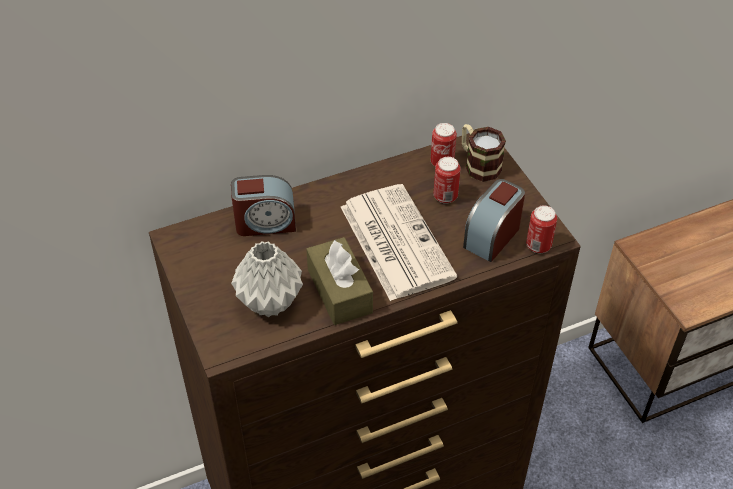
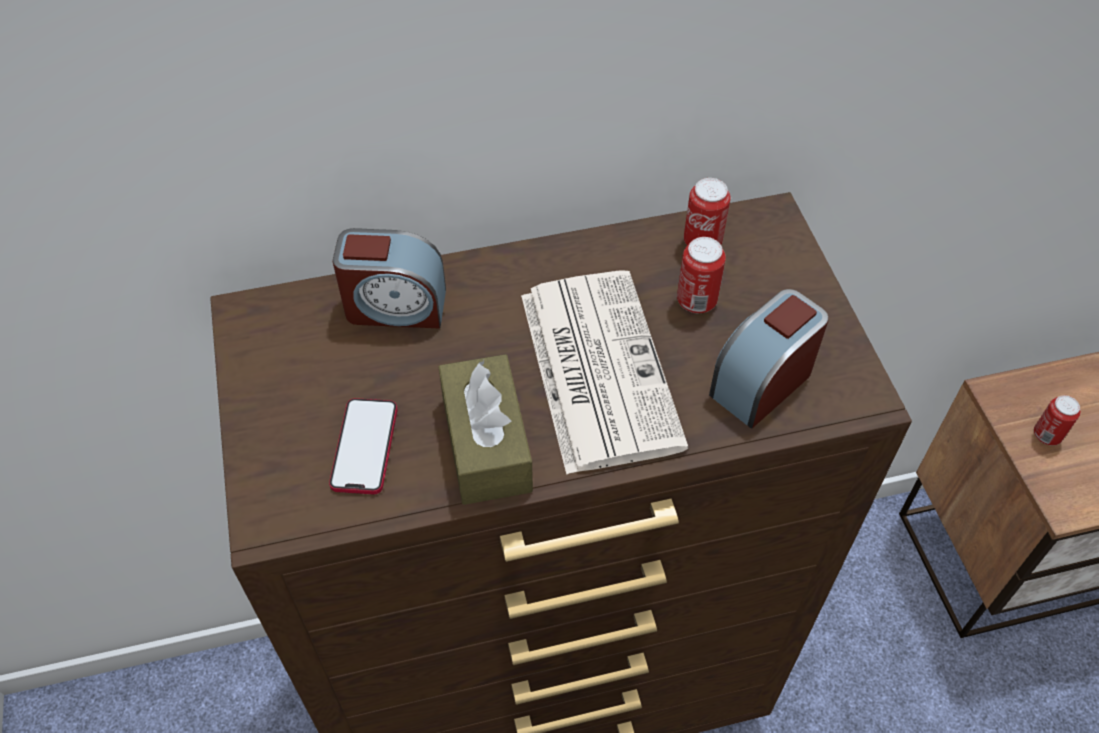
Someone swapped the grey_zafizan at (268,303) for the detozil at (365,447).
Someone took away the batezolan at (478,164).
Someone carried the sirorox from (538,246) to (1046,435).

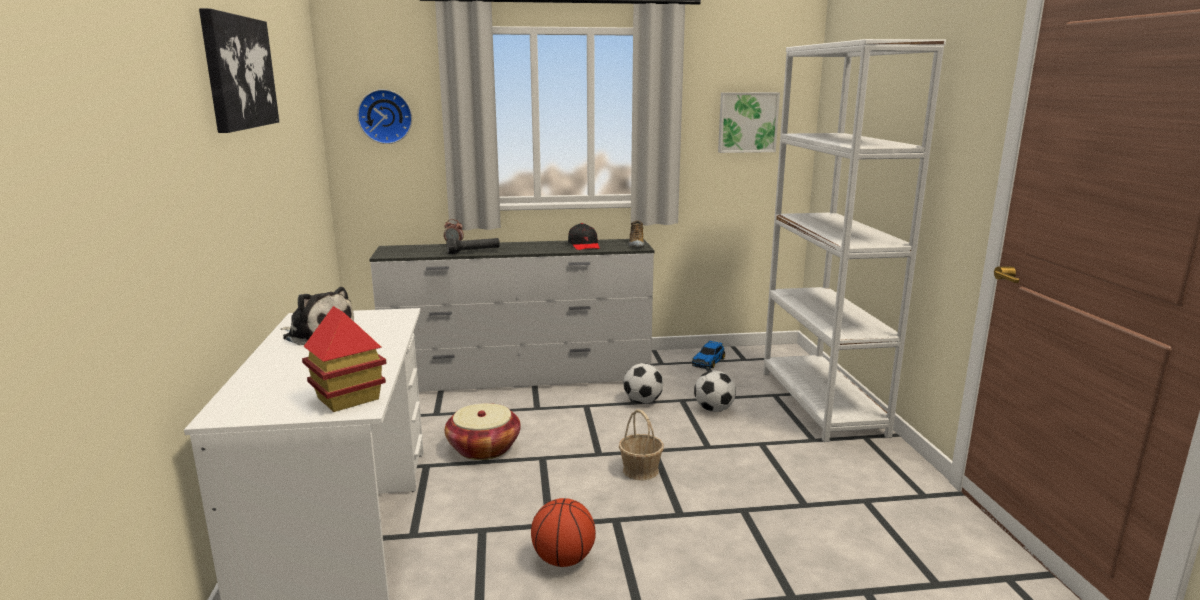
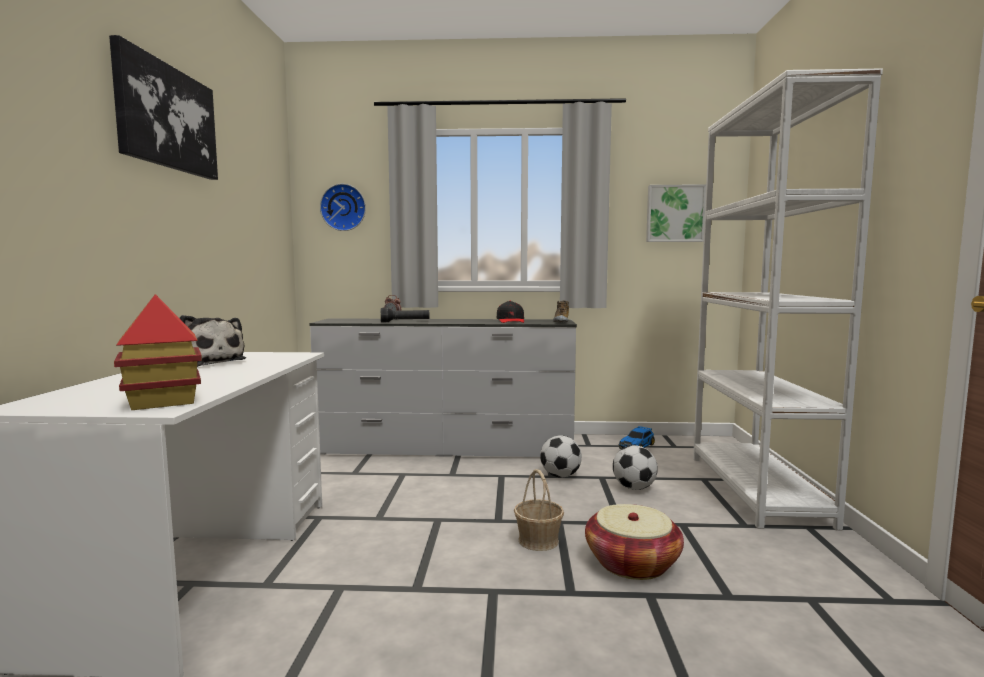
Someone carried the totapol from (484,448) to (632,563).
Someone took away the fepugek at (564,559).

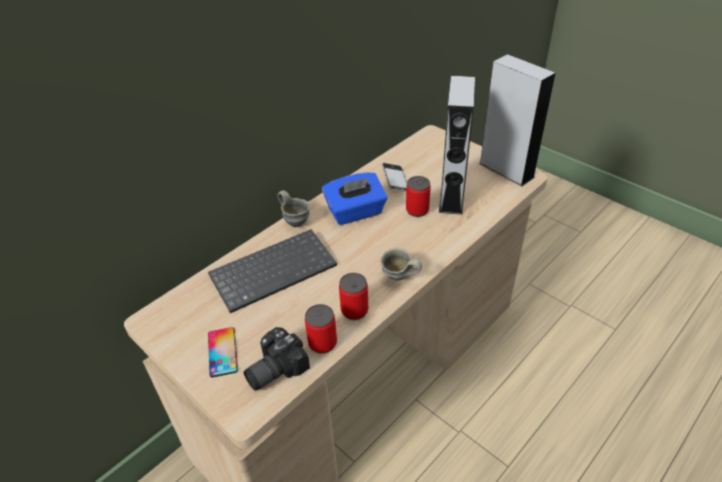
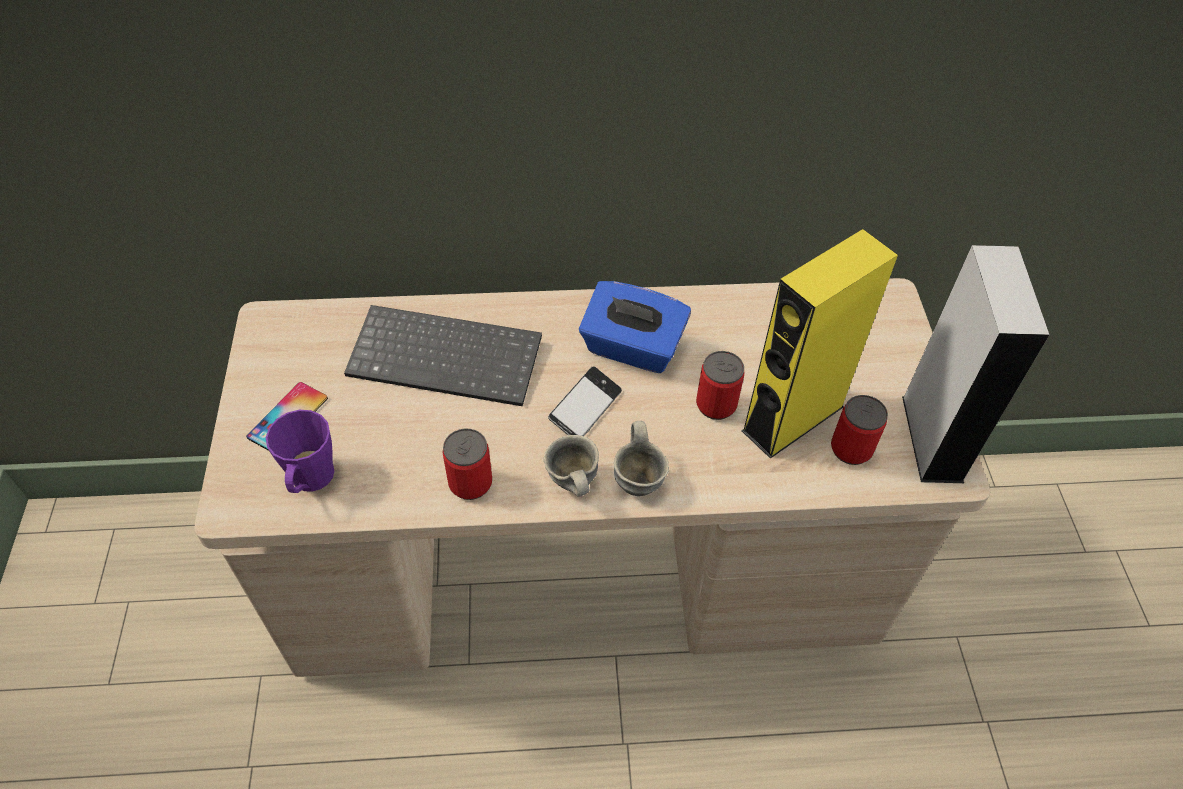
Someone swapped the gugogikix at (273,369) for the purple_batezolan at (310,481).
Someone carried the grey_batezolan from (296,221) to (640,480).
Someone carried the sirorox from (322,343) to (851,449).
Someone carried the detozil from (395,180) to (585,408).
Someone repainted the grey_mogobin at (451,195), which became the yellow_mogobin at (792,418).

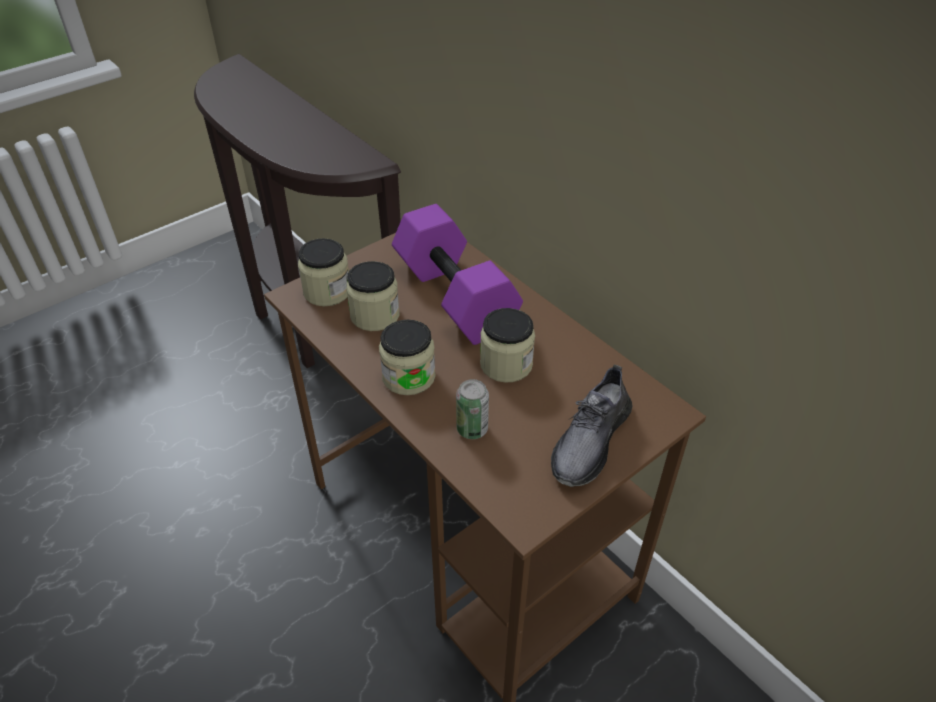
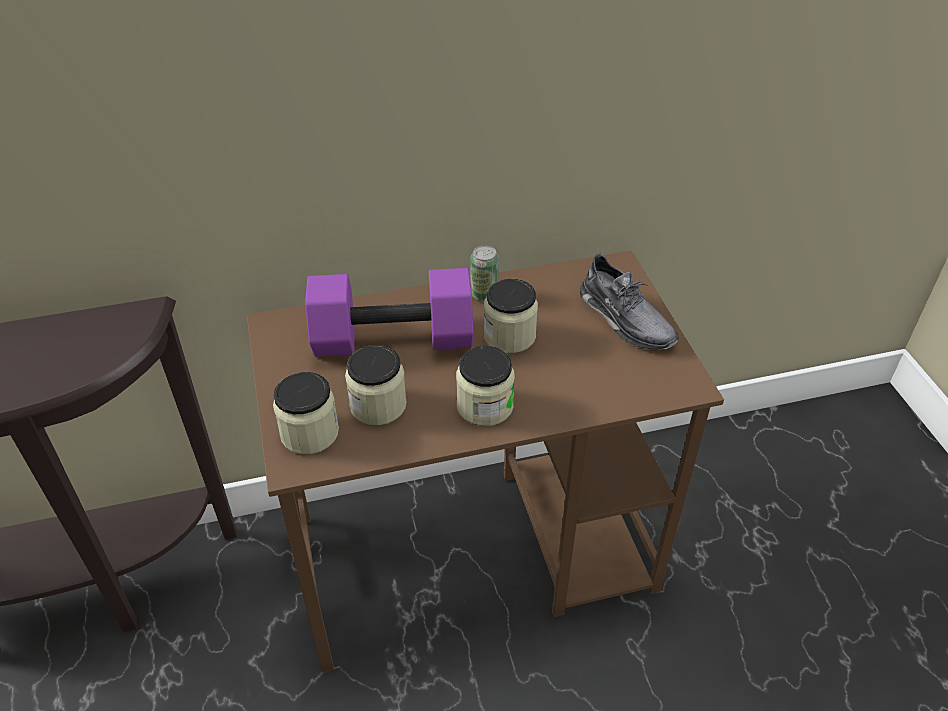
Someone carried the sirorox from (472,429) to (484,294).

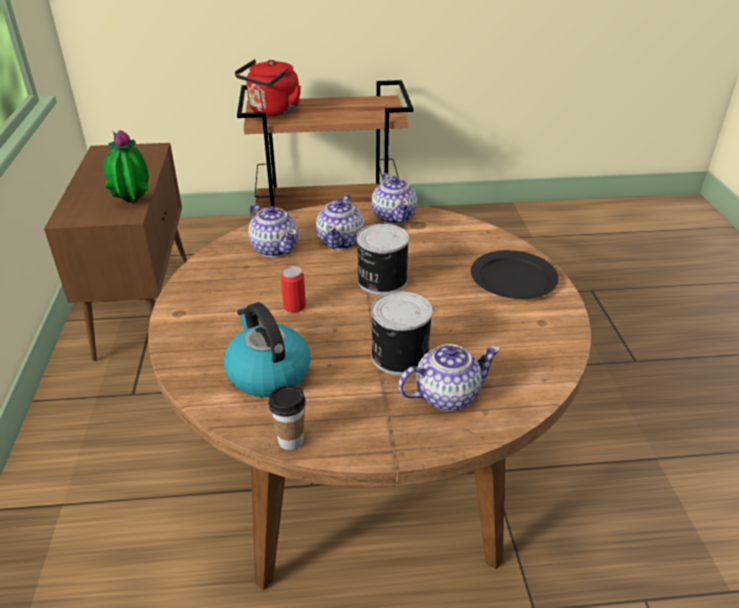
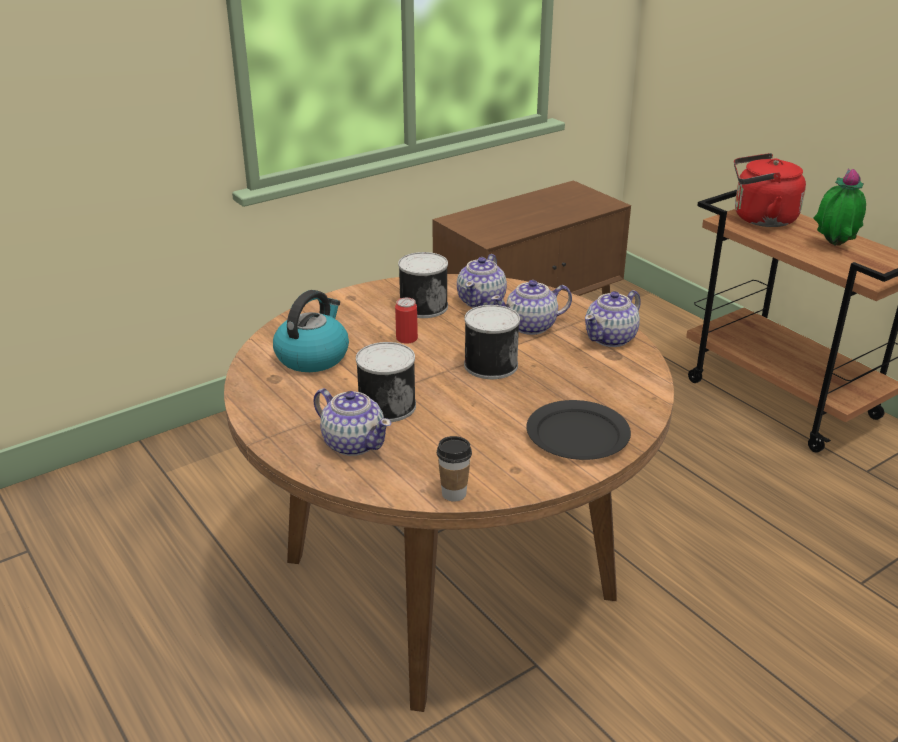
Someone carried the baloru from (133,204) to (833,247).
Someone carried the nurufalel from (290,440) to (454,494).
Someone put down the sirorox at (423,306).

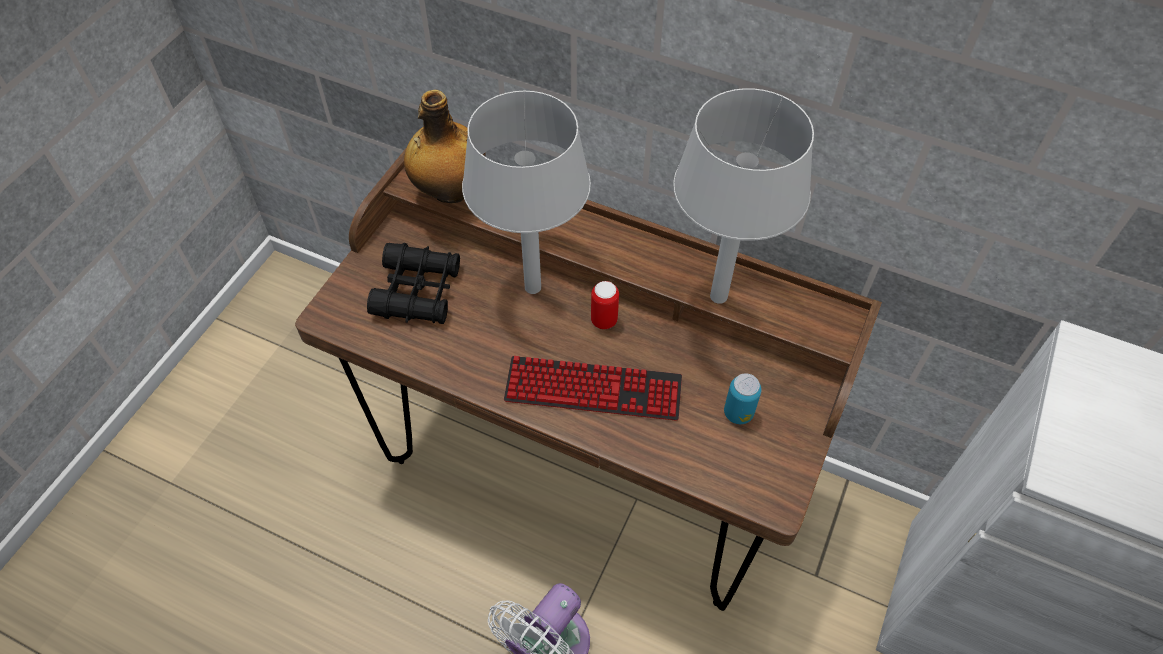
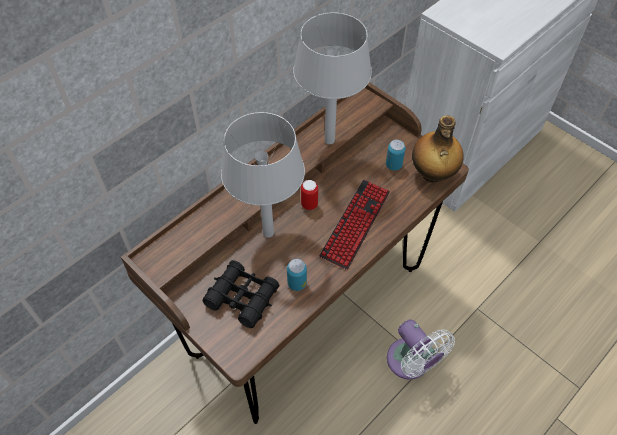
Someone carried the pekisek from (449,191) to (432,174).
Someone put down the sirorox at (297,283).

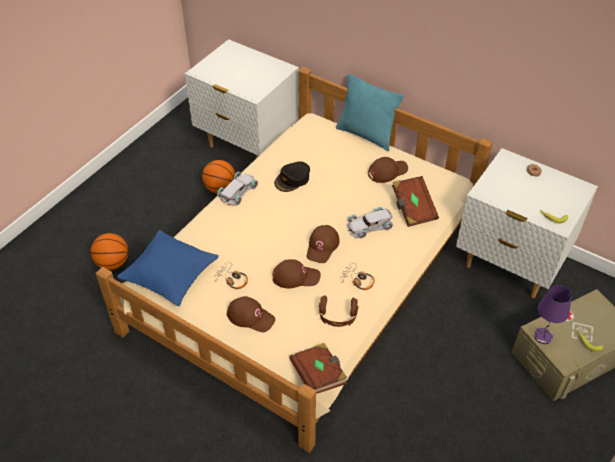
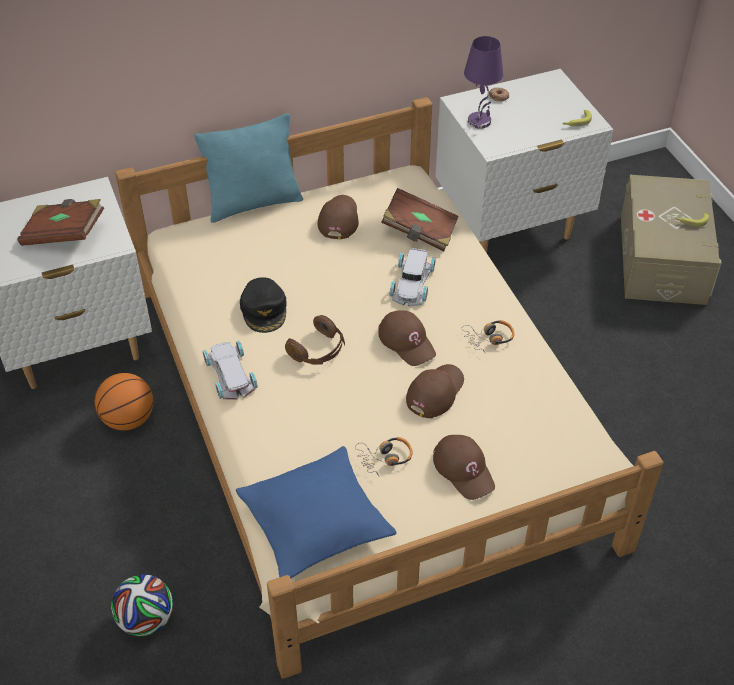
Someone swapped the fepugek at (113,263) for the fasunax at (146,620).
Someone rotated the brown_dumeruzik at (251,316) by 90 degrees clockwise.
Someone carried the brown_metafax from (319,375) to (64,234).
Someone carried the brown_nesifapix from (337,316) to (318,350).
Someone carried the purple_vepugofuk from (543,337) to (480,121).

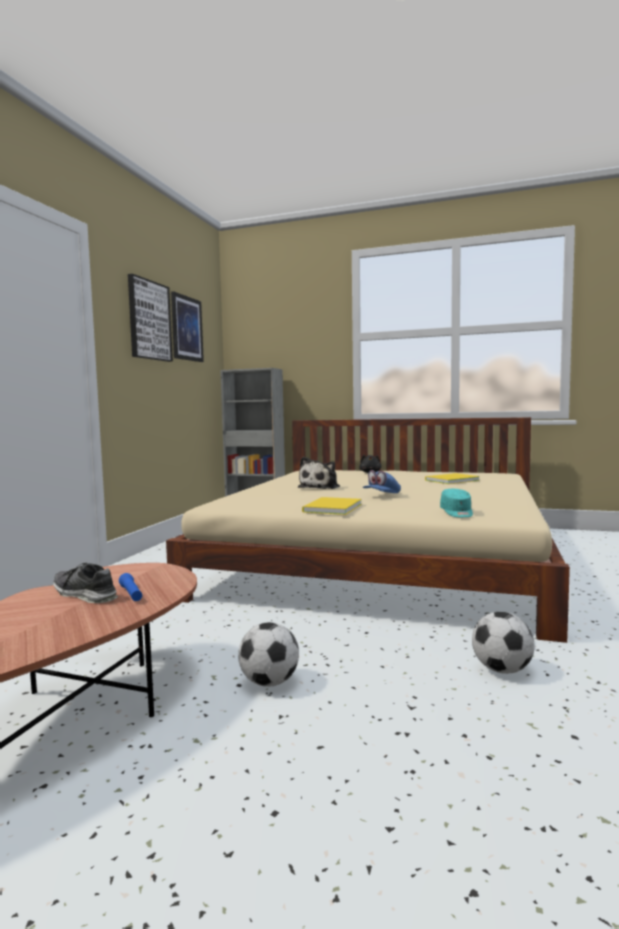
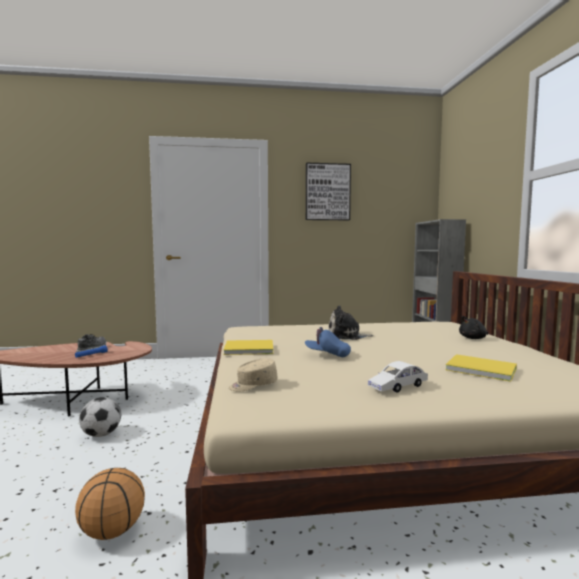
Someone took away the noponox at (186,328).
Someone repainted the turquoise_dumeruzik at (457,513), which became the beige_dumeruzik at (253,385).
Someone swapped the fasunax at (502,670) for the fepugek at (113,530).
Someone put down the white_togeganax at (398,387).

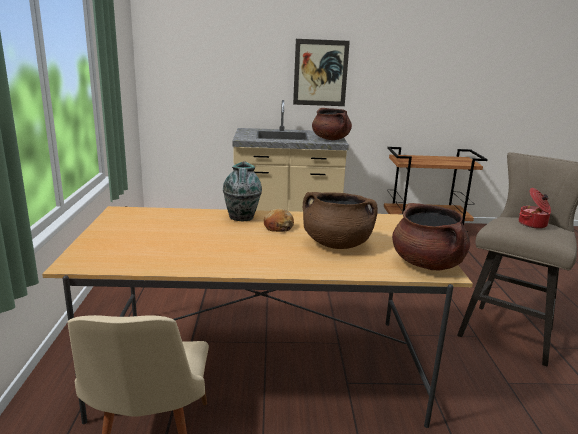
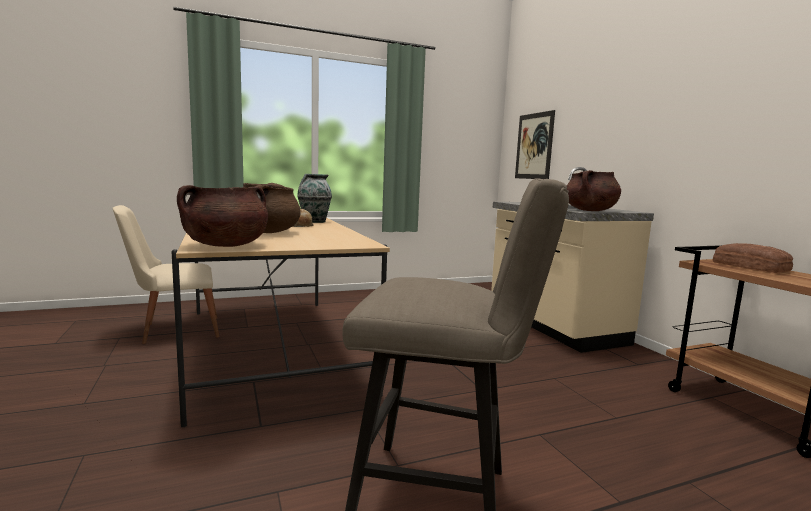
Someone carried the noponox from (320,73) to (534,146).
Someone took away the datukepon at (533,224).
Someone put down the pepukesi at (750,266).

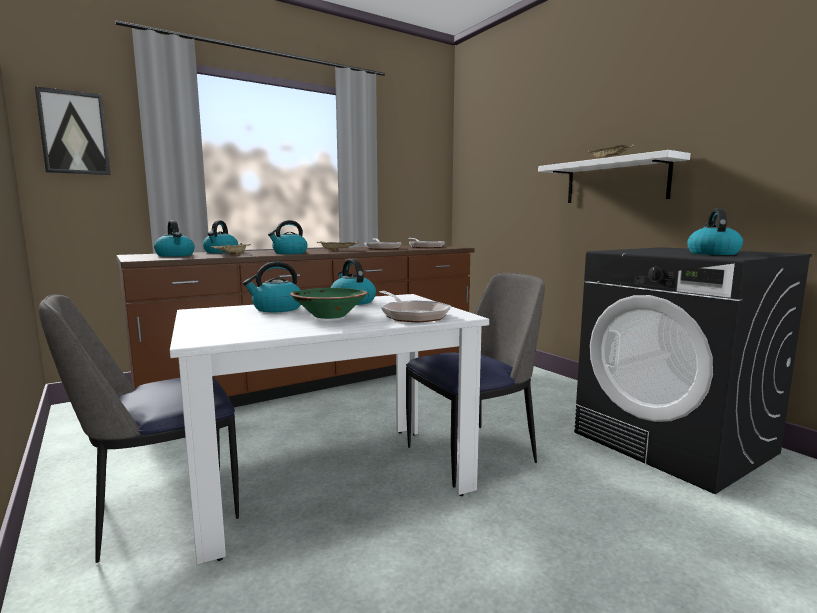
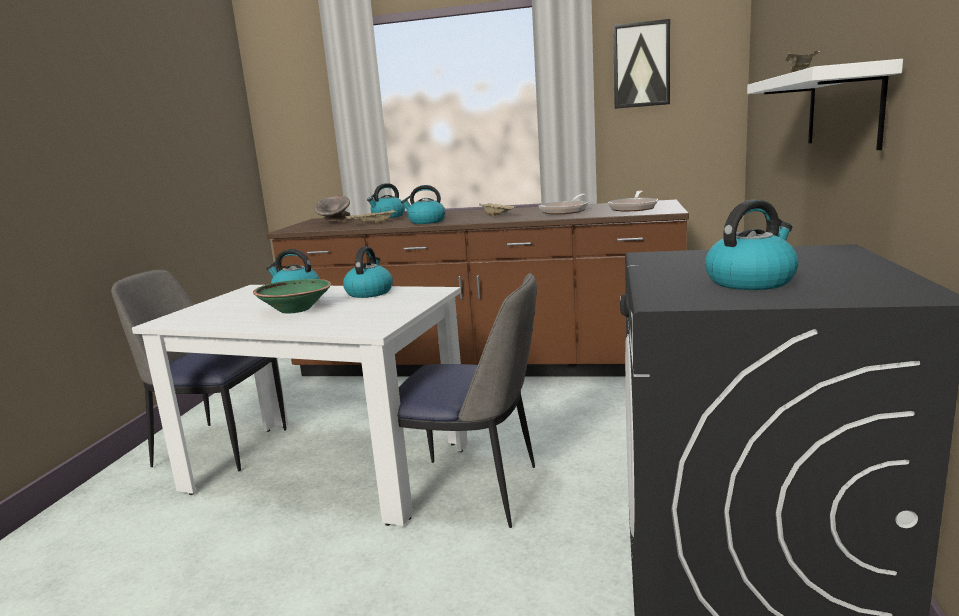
Someone carried the noponox from (74,133) to (641,65).
Someone swapped the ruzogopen at (175,255) for the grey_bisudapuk at (335,222).
Someone took away the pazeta at (412,315).

